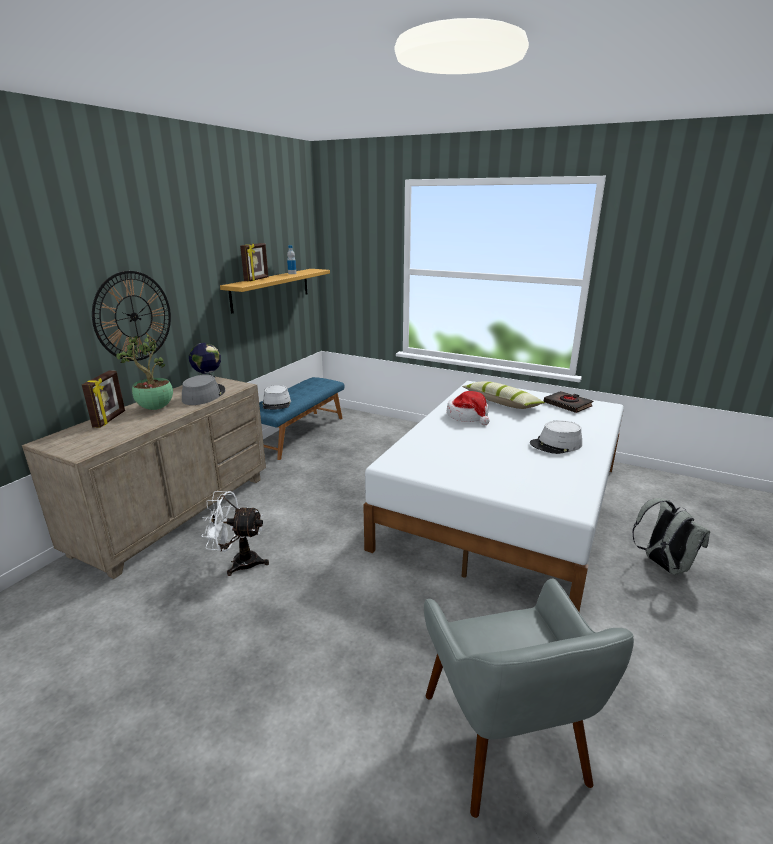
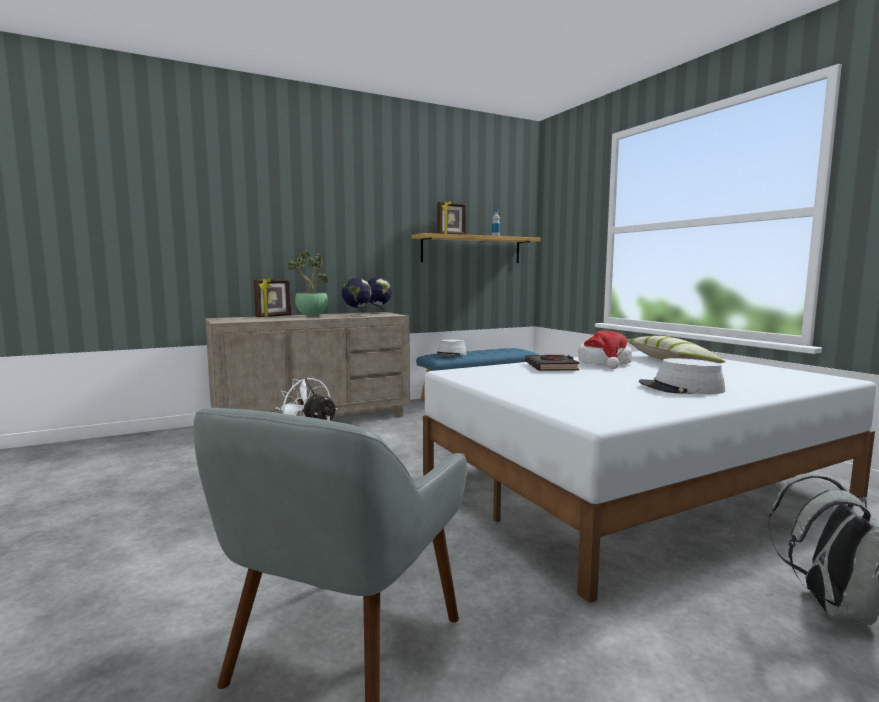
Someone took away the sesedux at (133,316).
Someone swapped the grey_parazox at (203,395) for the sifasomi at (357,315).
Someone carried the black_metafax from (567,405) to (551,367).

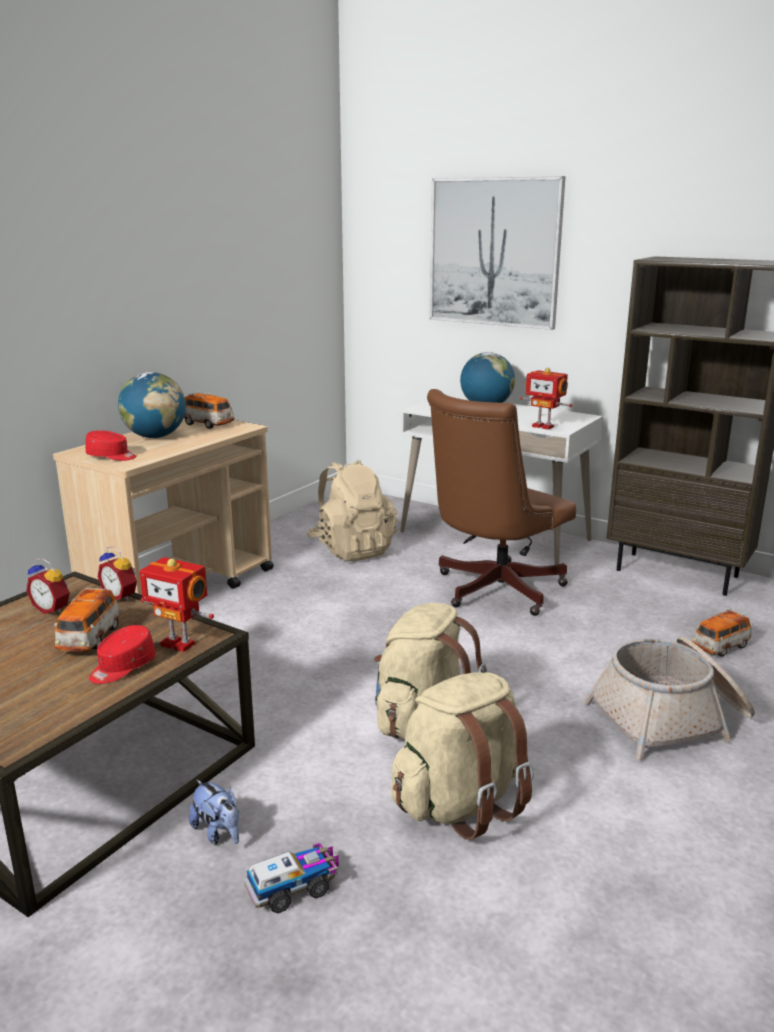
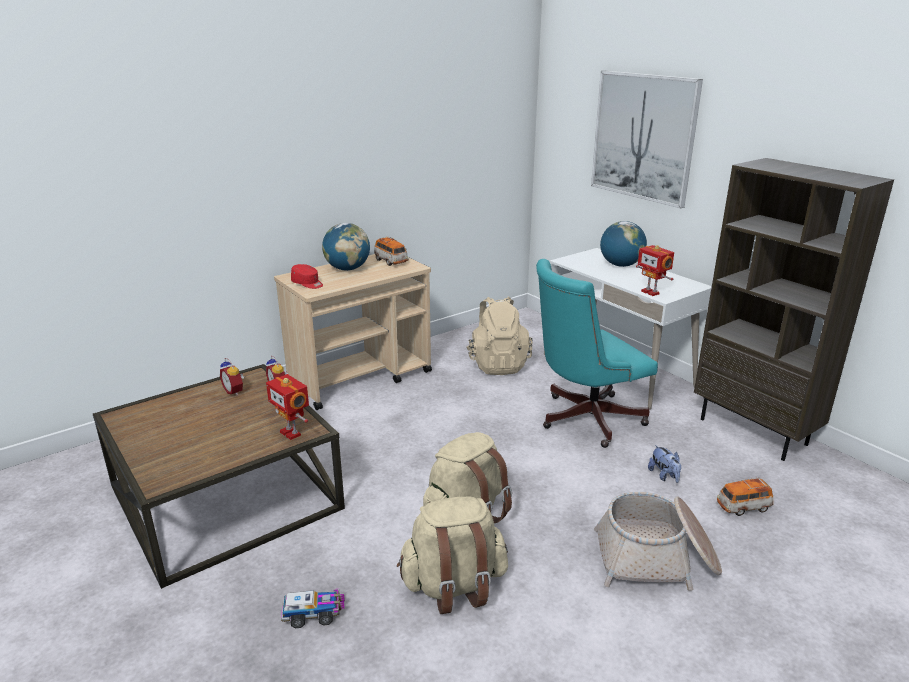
Someone took away the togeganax at (90,639).
Someone took away the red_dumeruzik at (122,667).
Someone carried the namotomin from (218,833) to (664,476).
Someone repainted the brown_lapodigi at (492,590), which became the turquoise_lapodigi at (584,419).

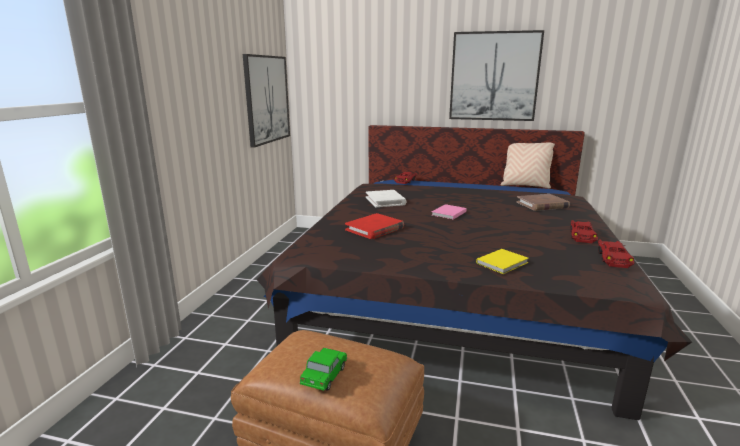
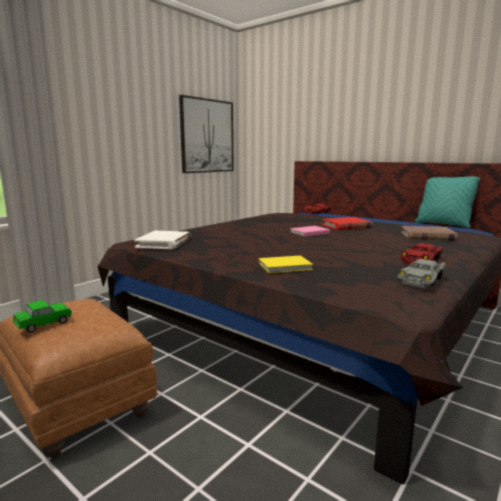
Someone carried the red_metafax from (374,229) to (346,226).
Someone carried the white_metafax from (385,201) to (164,243).
Someone took away the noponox at (494,76).
Someone repainted the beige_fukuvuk at (525,186), which became the turquoise_fukuvuk at (443,225).
Someone repainted the red_togeganax at (612,258), which became the grey_togeganax at (423,280).

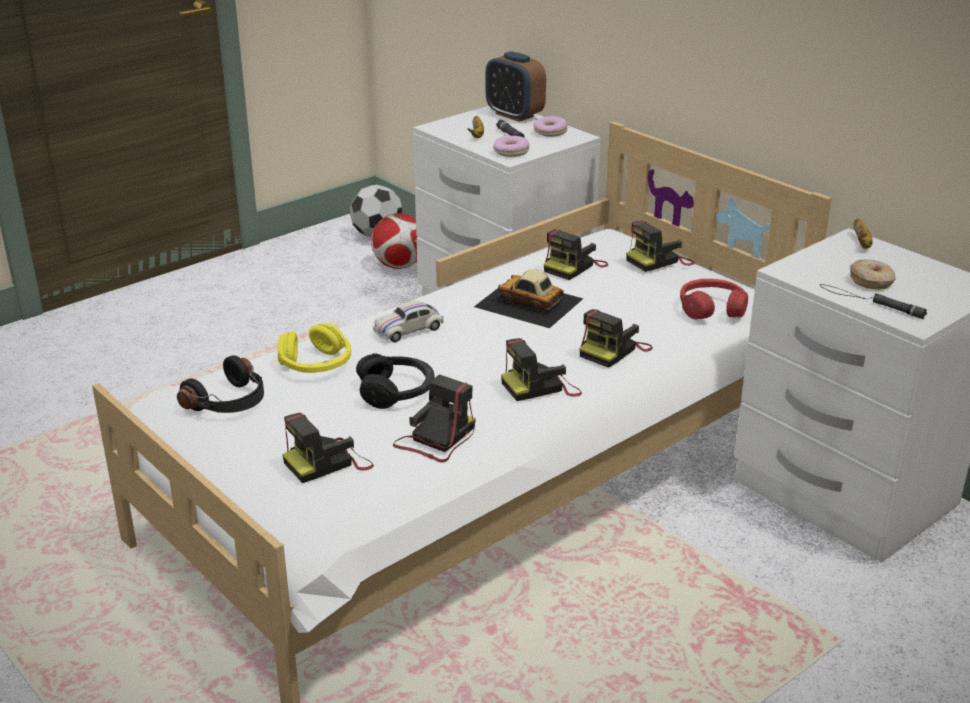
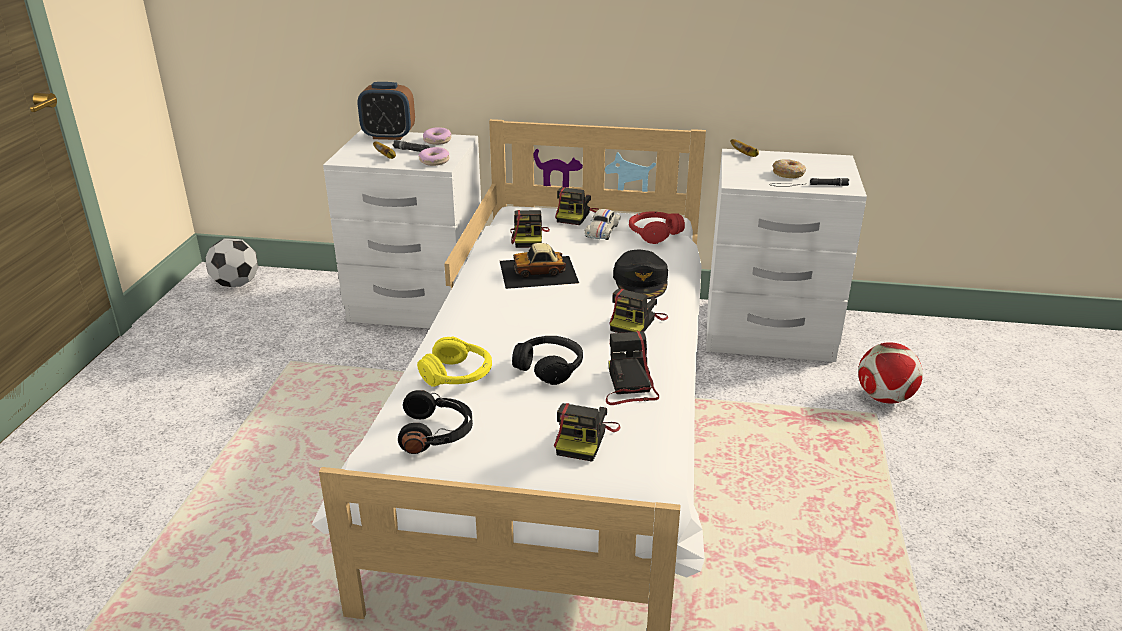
Someone carried the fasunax from (399,266) to (884,398).
Someone carried the white_togeganax from (409,330) to (602,231).
Someone swapped the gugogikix at (613,350) for the black_dumeruzik at (641,281).

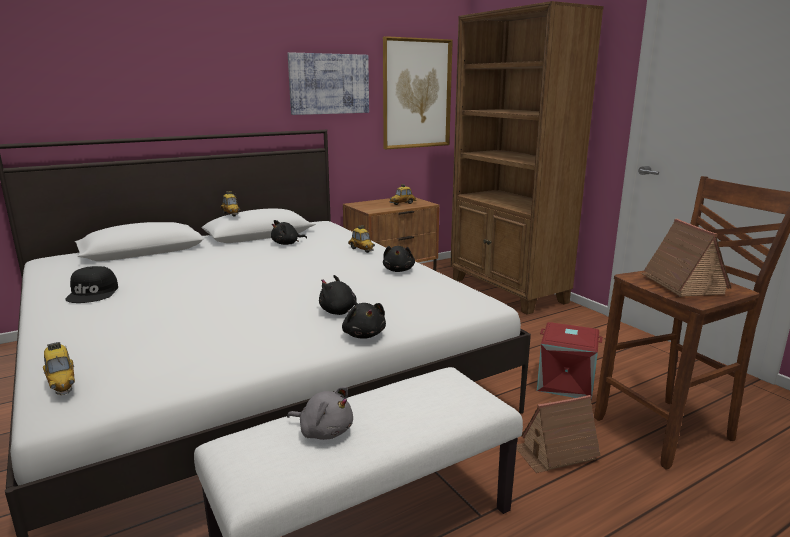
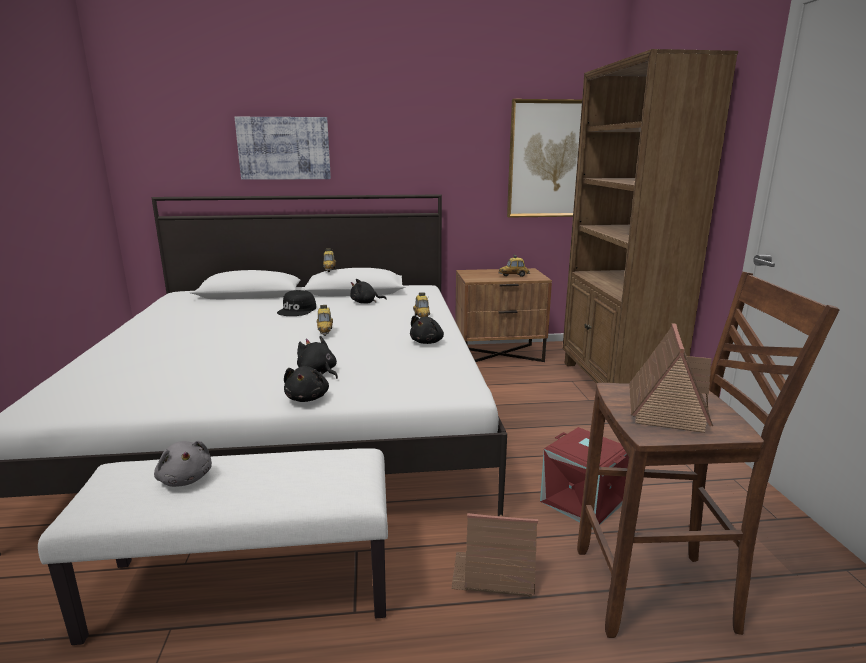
Someone carried the togeganax from (62,385) to (325,331).
Someone carried the black_dumeruzik from (93,293) to (297,310).
Someone carried the noponox from (329,84) to (284,148).

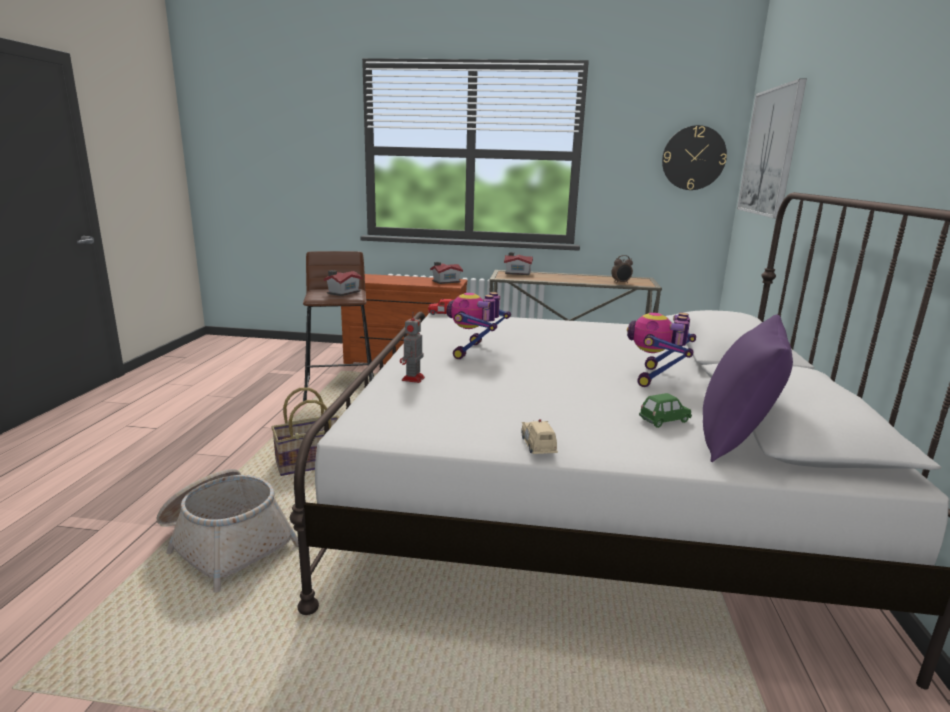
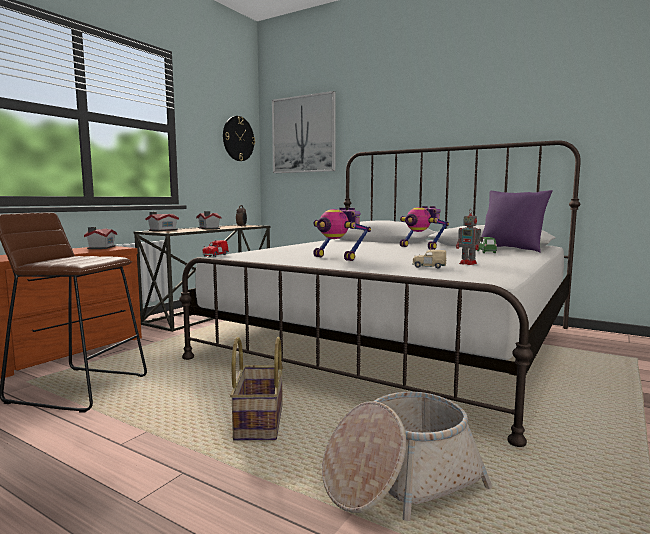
Someone carried the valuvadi from (342,292) to (208,228).
Someone carried the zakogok from (412,379) to (469,263).
Someone carried the beige_togeganax from (538,445) to (428,267).

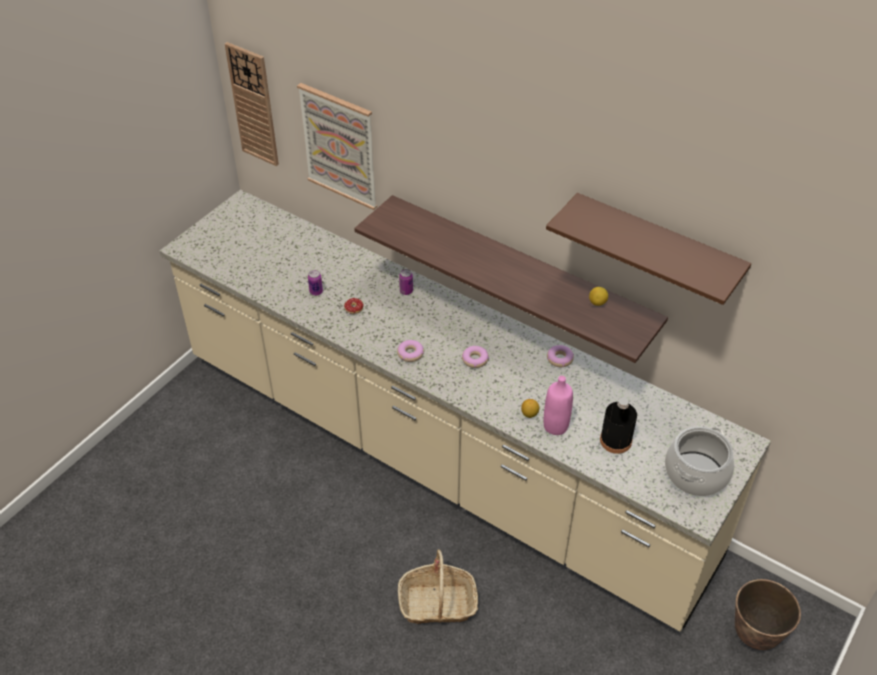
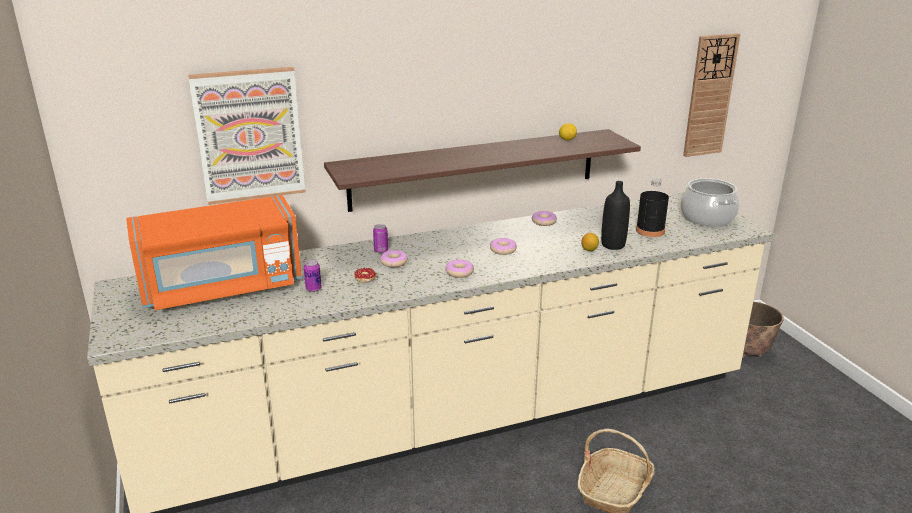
Someone carried the sesedux from (253,105) to (709,96).
Someone repainted the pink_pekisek at (555,426), which became the black_pekisek at (613,245).
Someone took away the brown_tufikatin at (656,250).
Someone put down the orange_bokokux at (222,287).
Someone put down the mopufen at (394,262).

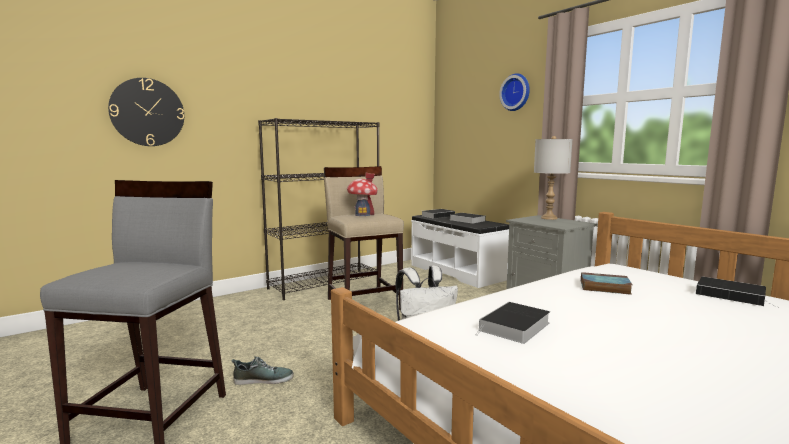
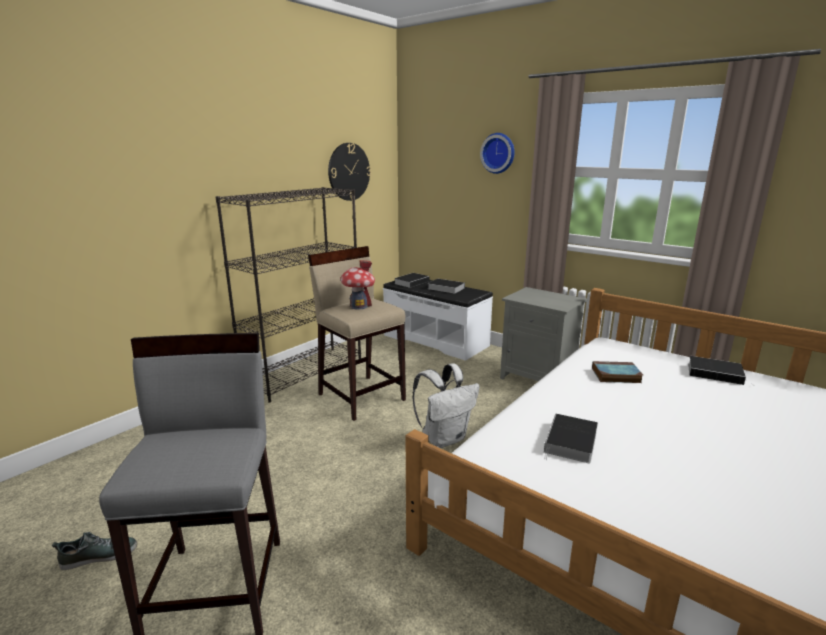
Someone carried the sesedux from (147,112) to (349,172).
Someone carried the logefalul from (263,379) to (99,555).
Someone took away the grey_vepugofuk at (549,218).

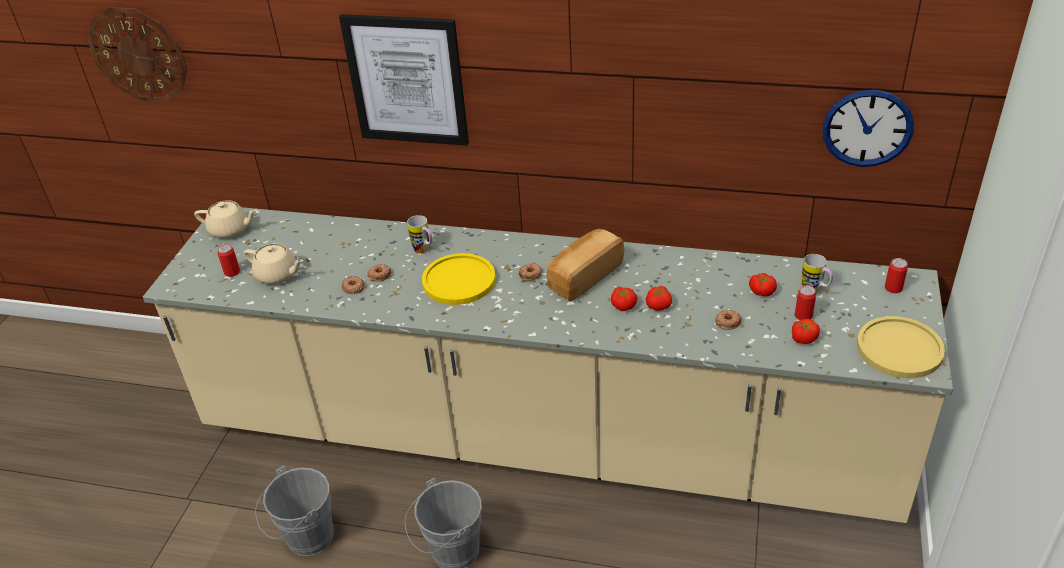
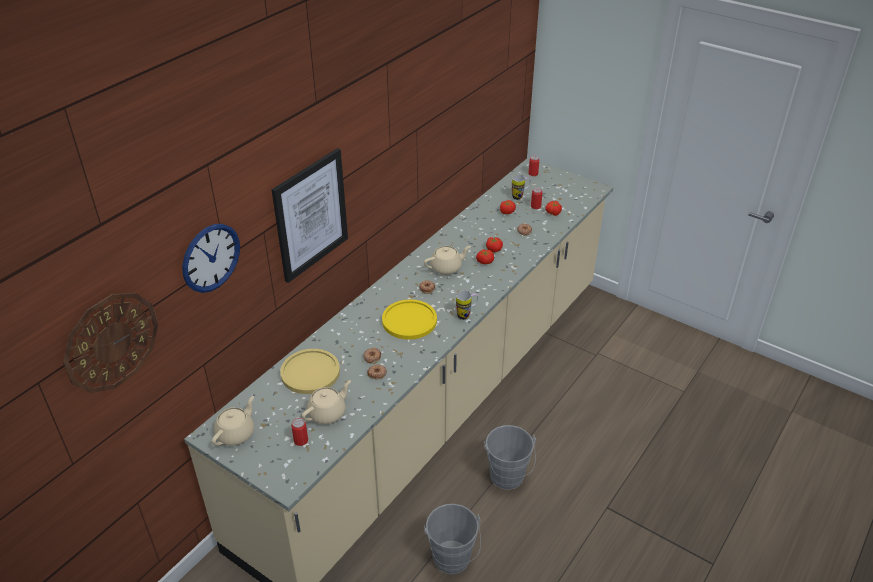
Someone carried the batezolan from (424,251) to (467,315).
Someone swapped the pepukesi at (584,277) for the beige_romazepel at (446,268).
Someone carried the sesedux from (867,128) to (211,257).
Someone carried the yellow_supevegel from (899,349) to (310,372).

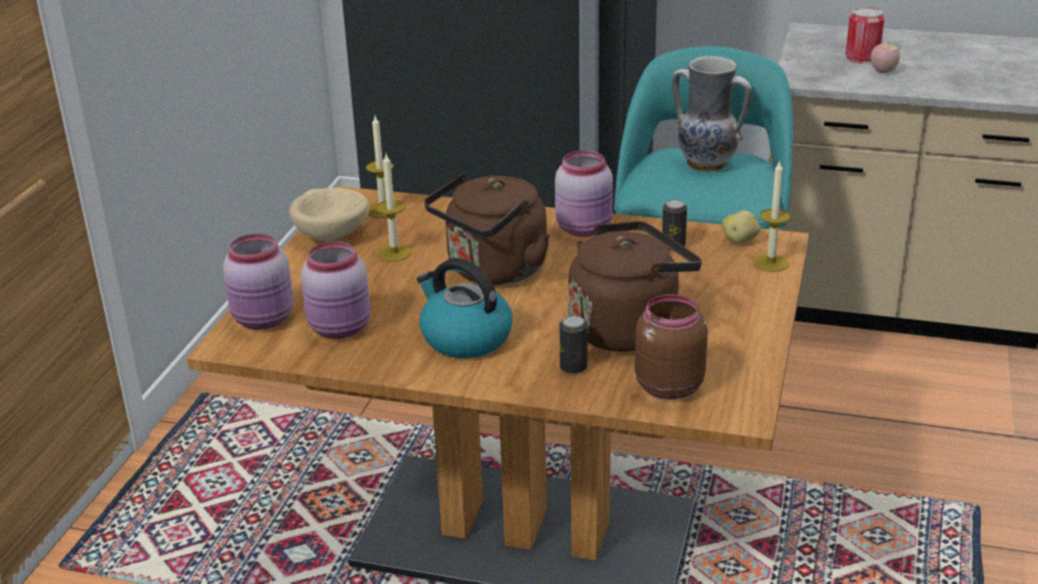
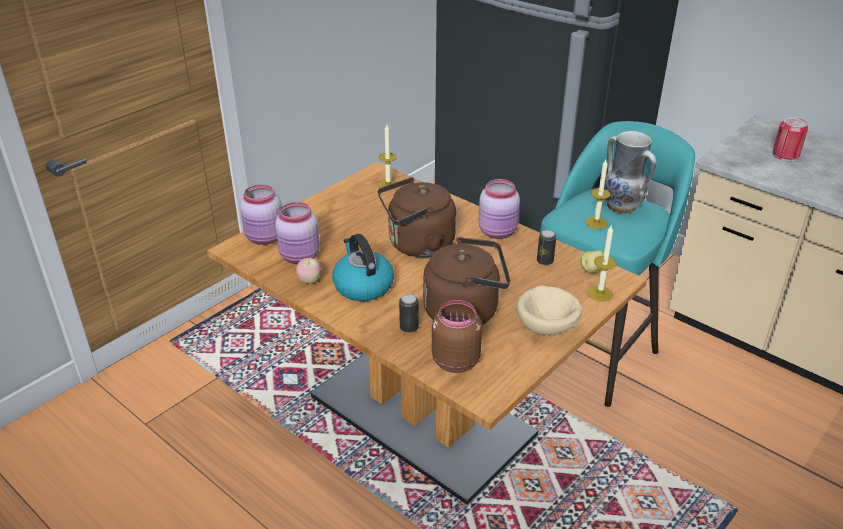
Someone carried the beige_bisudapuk from (334,235) to (548,327).
Someone carried the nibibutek from (394,253) to (596,223).
Someone carried the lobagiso from (883,71) to (309,281).

